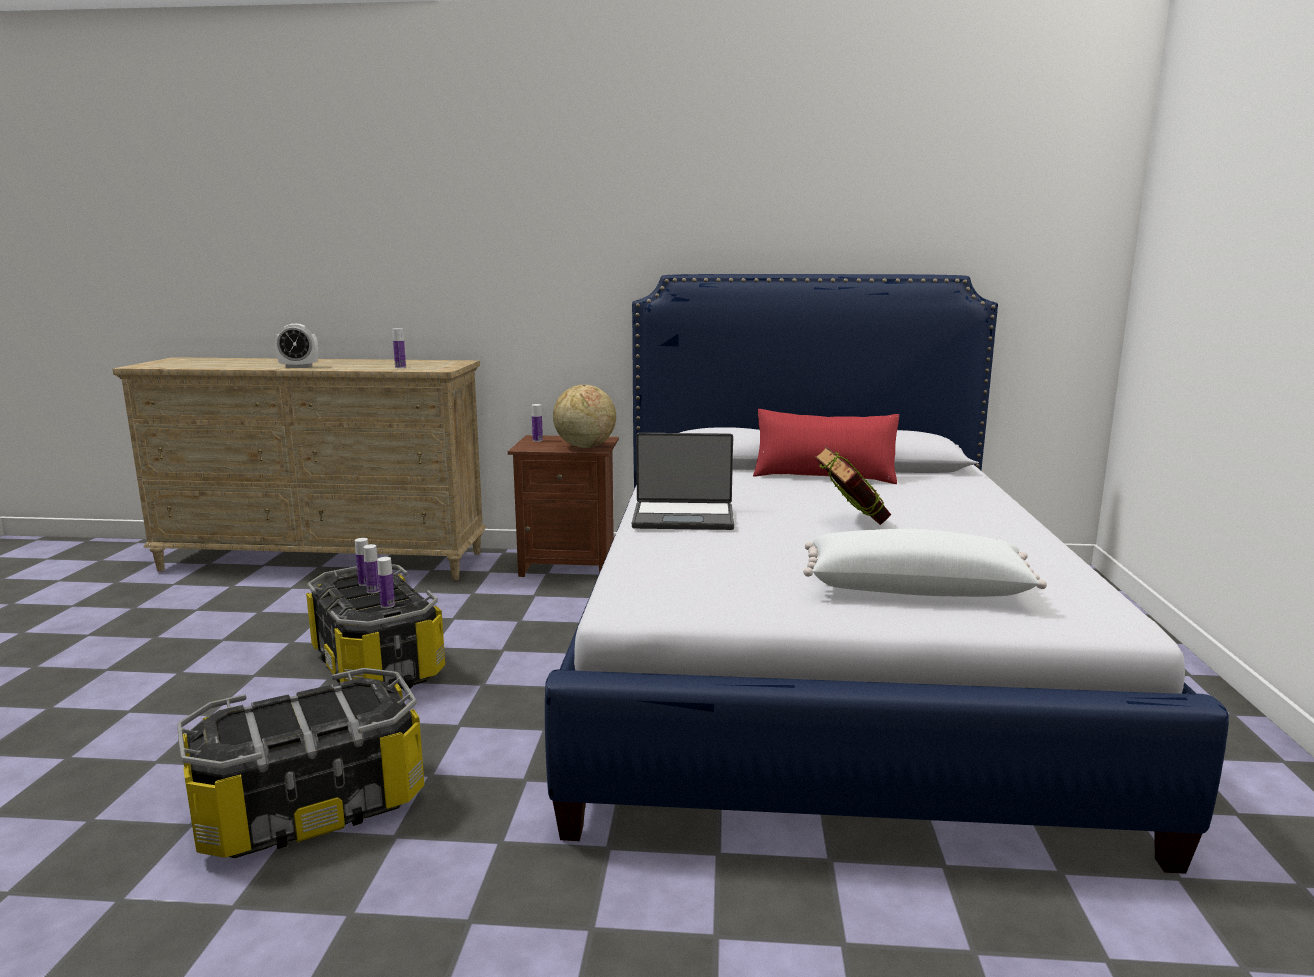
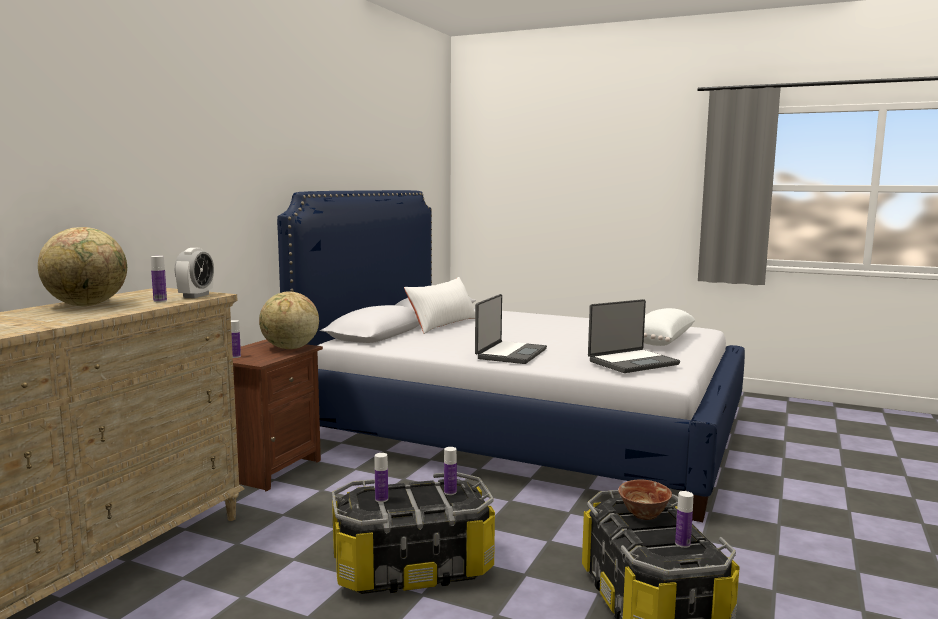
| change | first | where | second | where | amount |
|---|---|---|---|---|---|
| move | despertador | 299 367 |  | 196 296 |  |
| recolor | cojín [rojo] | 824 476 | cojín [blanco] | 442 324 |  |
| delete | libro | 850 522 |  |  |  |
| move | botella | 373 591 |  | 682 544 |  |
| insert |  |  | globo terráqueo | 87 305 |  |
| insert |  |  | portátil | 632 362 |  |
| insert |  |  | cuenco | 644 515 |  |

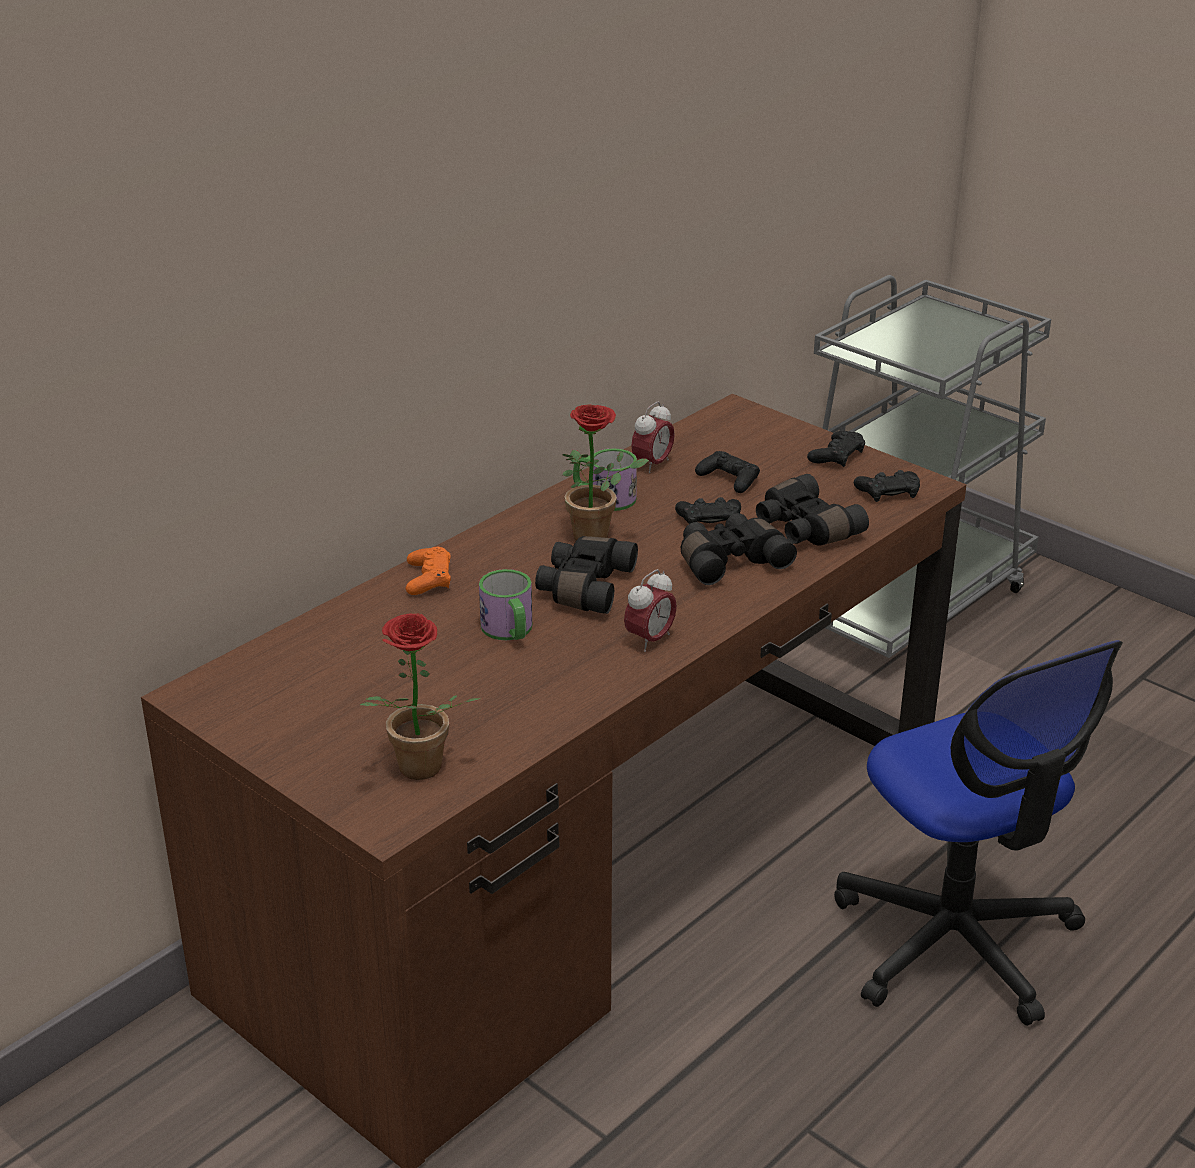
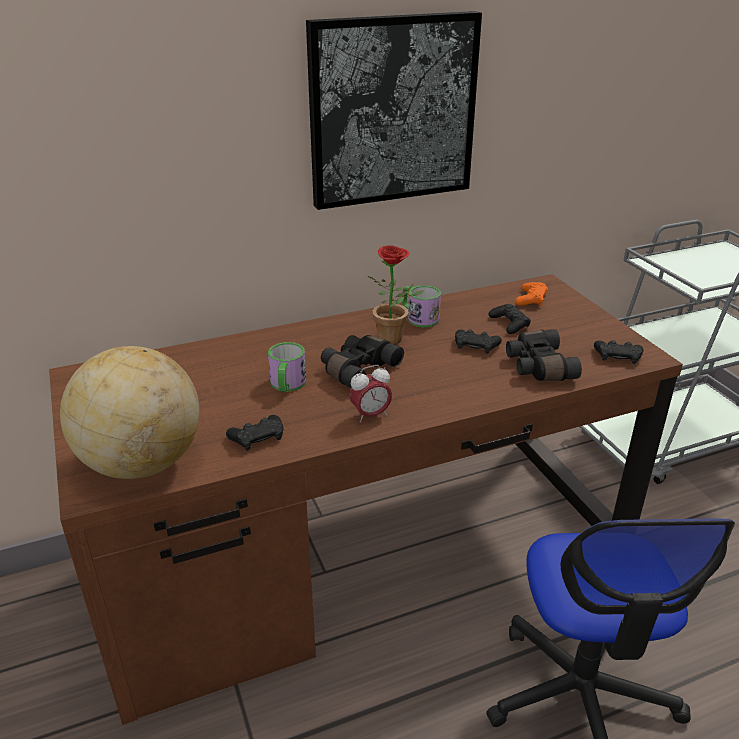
| change | first | where | second | where | amount |
|---|---|---|---|---|---|
| delete | despertador | 652 464 |  |  |  |
| move | mando de consola [negro] | 837 456 |  | 257 437 |  |
| delete | prismáticos [negro] | 730 561 |  |  |  |
| move | mando de consola [naranja] | 428 578 |  | 531 299 |  |
| replace | planta en maceta | 416 772 | globo terráqueo | 142 463 |  |
| insert |  |  | cuadro | 392 110 |  |

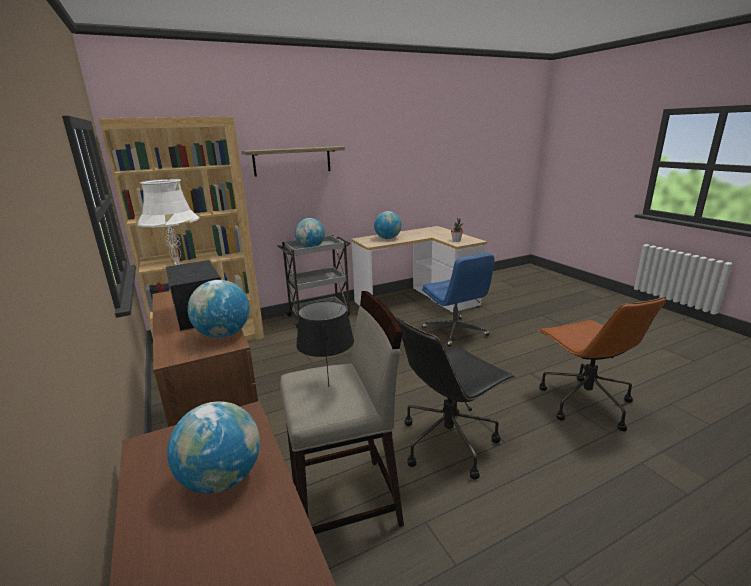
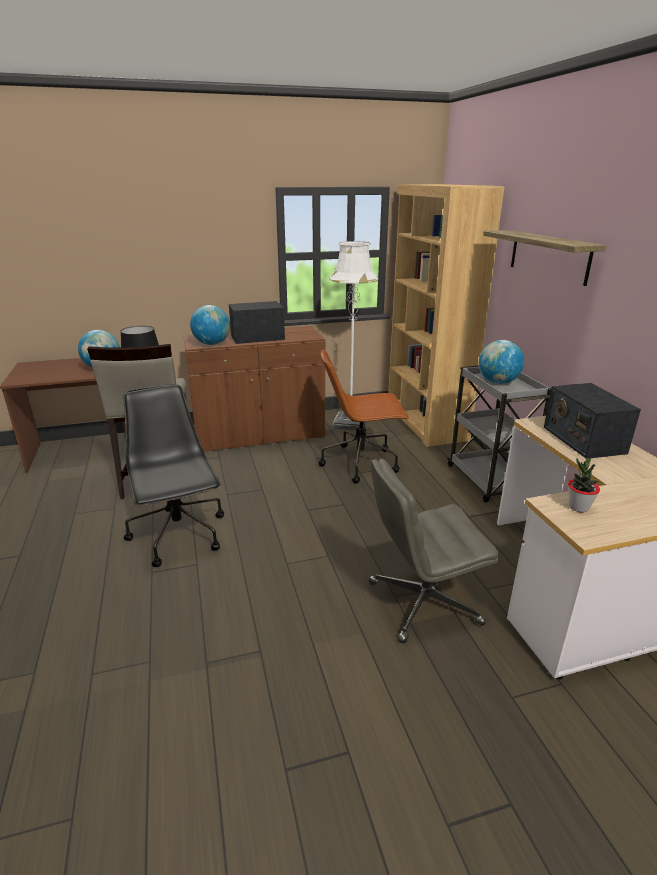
| change | first | where | second | where | amount |
|---|---|---|---|---|---|
| replace | globo terráqueo | 388 238 | radio | 583 439 |  |
| recolor | silla de oficina [azul] | 455 332 | silla de oficina [gris] | 422 603 |  |
| move | silla de oficina [marrón] | 584 402 |  | 361 462 |  |

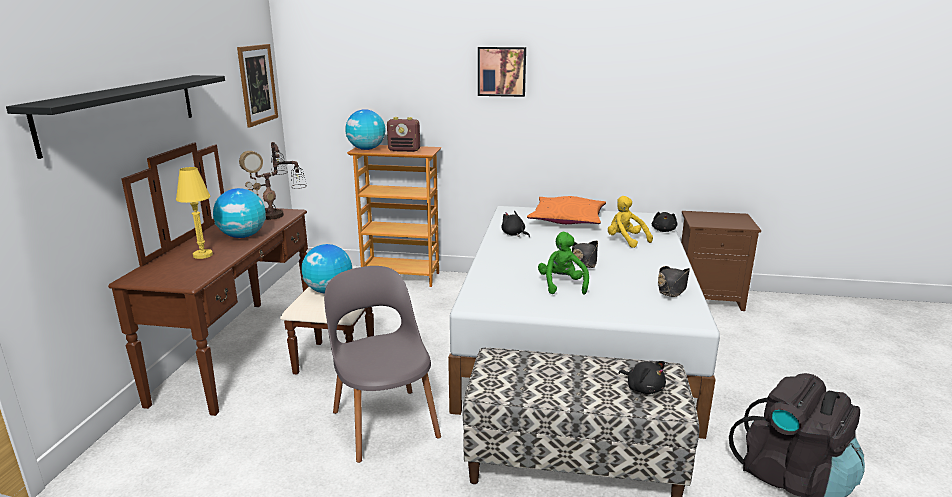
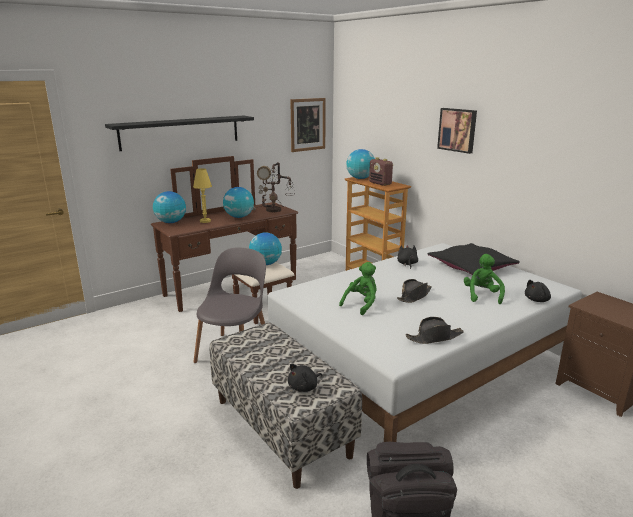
| change | first | where | second | where | amount |
|---|---|---|---|---|---|
| recolor | cojín [naranja] | 567 220 | cojín [negro] | 471 267 |  |
| recolor | peluche [amarillo] | 625 240 | peluche [verde] | 482 295 |  |
| rotate | peluche [negro] | 643 388 |  | 304 387 | 45 degrees clockwise |
| insert |  |  | globo terráqueo | 171 222 |  |

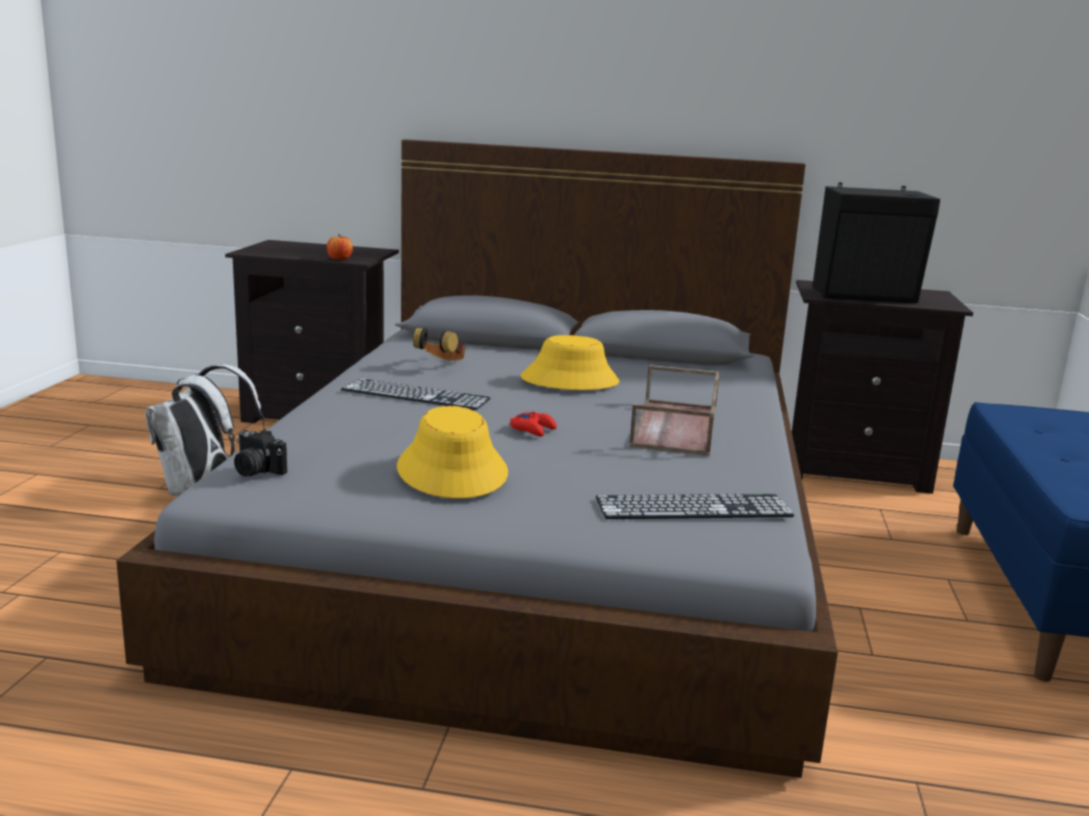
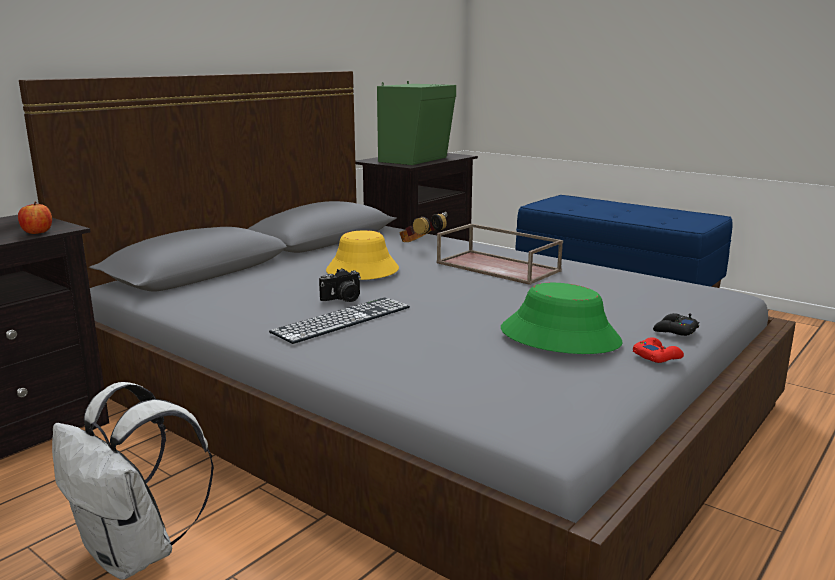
| change | first | where | second | where | amount |
|---|---|---|---|---|---|
| recolor | altavoz [negro] | 867 295 | altavoz [verde] | 417 159 |  |
| move | auriculares | 441 365 |  | 420 245 |  |
| recolor | sombrero [amarillo] | 453 471 | sombrero [verde] | 560 336 |  |
| move | mando de consola [rojo] | 533 429 |  | 657 356 |  |
| move | cámara | 256 470 |  | 343 299 |  |
| delete | teclado | 693 507 |  |  |  |
| insert |  |  | mando de consola [negro] | 674 330 |  |

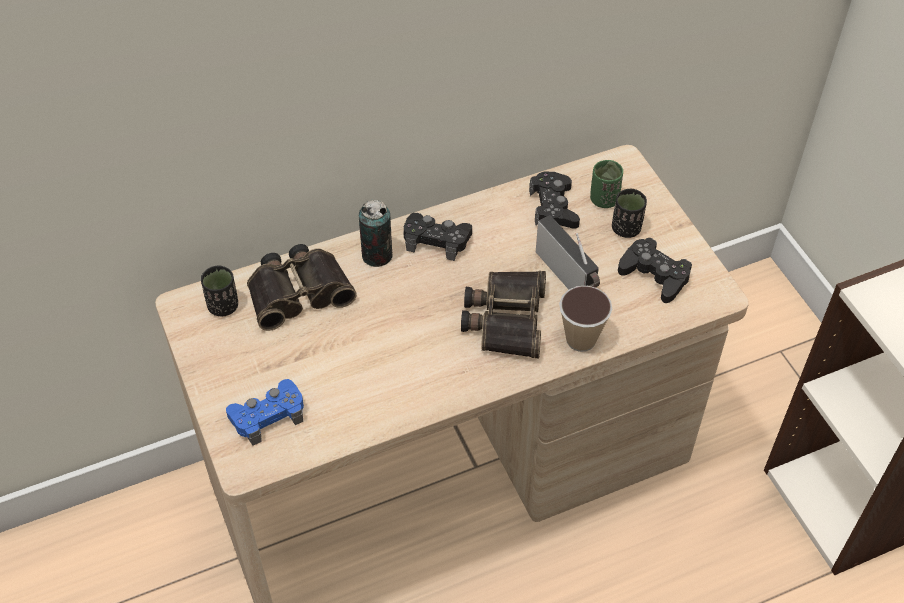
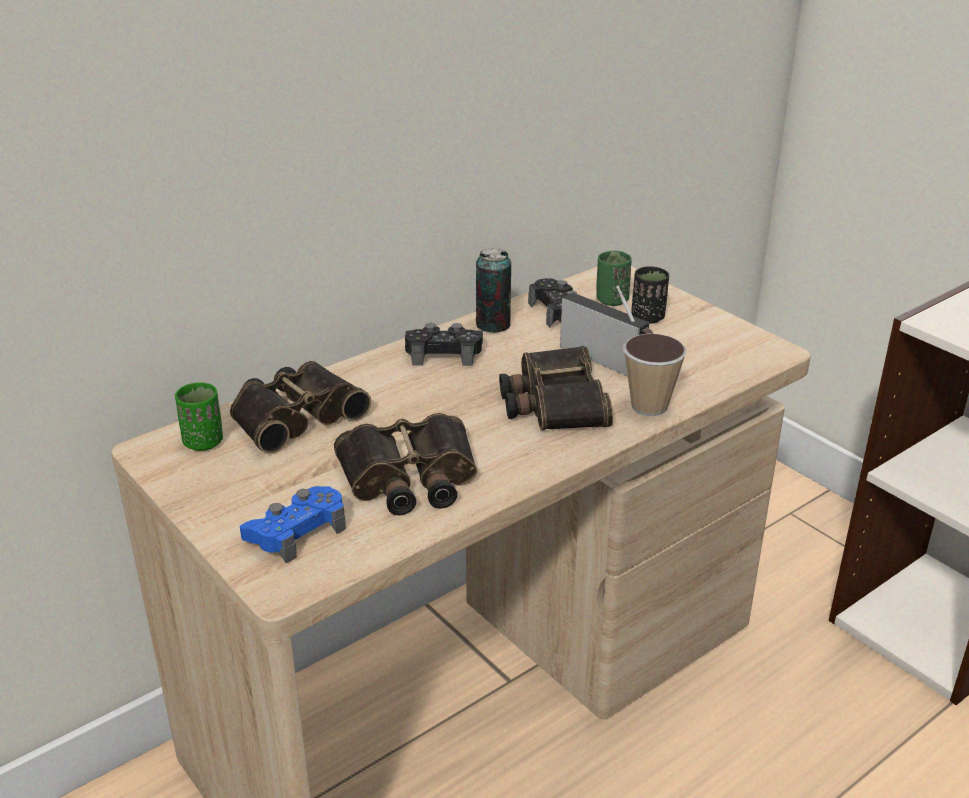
| change | first | where | second | where | amount |
|---|---|---|---|---|---|
| move | lata | 377 255 |  | 493 325 |  |
| delete | mando de consola [negro] | 654 275 |  |  |  |
| recolor | taza [negro] | 223 306 | taza [verde] | 203 442 |  |
| insert |  |  | prismáticos | 409 479 |  |

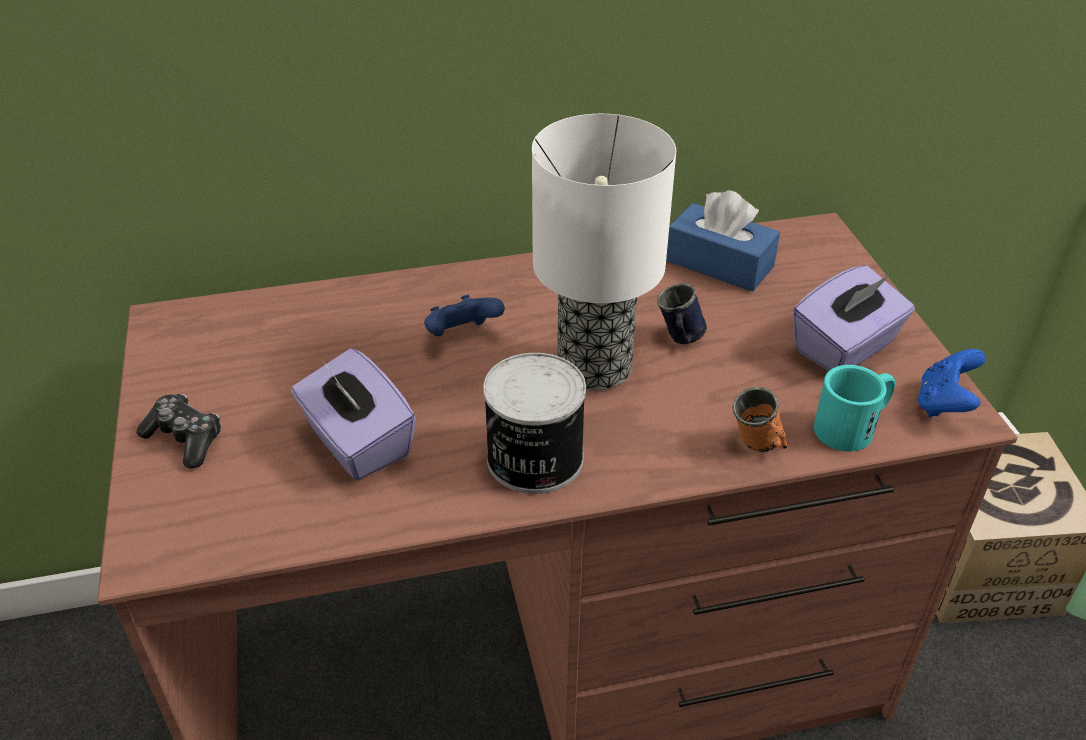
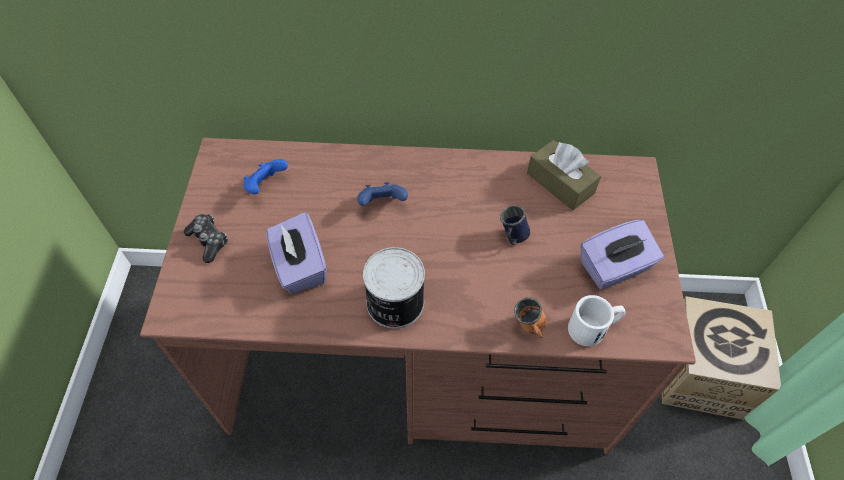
| change | first | where | second | where | amount |
|---|---|---|---|---|---|
| delete | lámpara de mesa | 592 368 |  |  |  |
| recolor | caja de pañuelos [azul] | 719 264 | caja de pañuelos [marrón] | 560 183 |  |
| move | mando de consola [azul] | 944 404 |  | 266 186 |  |
| recolor | taza grande [turquesa] | 853 426 | taza grande [blanco] | 593 328 |  |

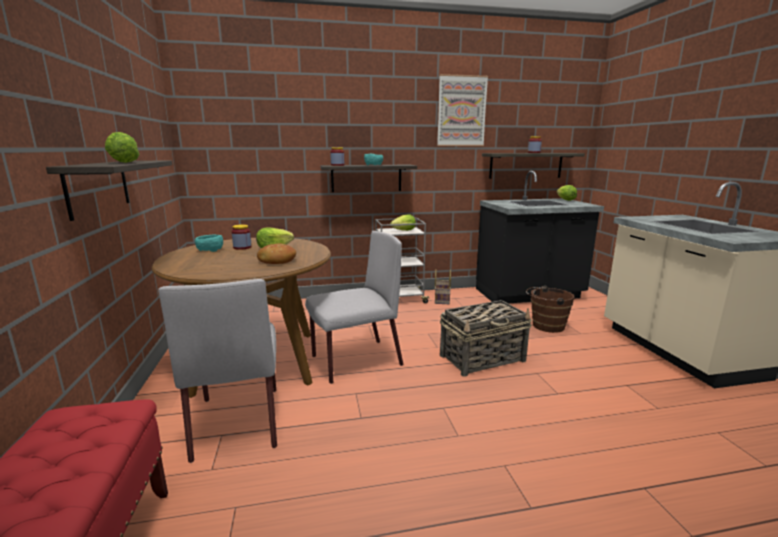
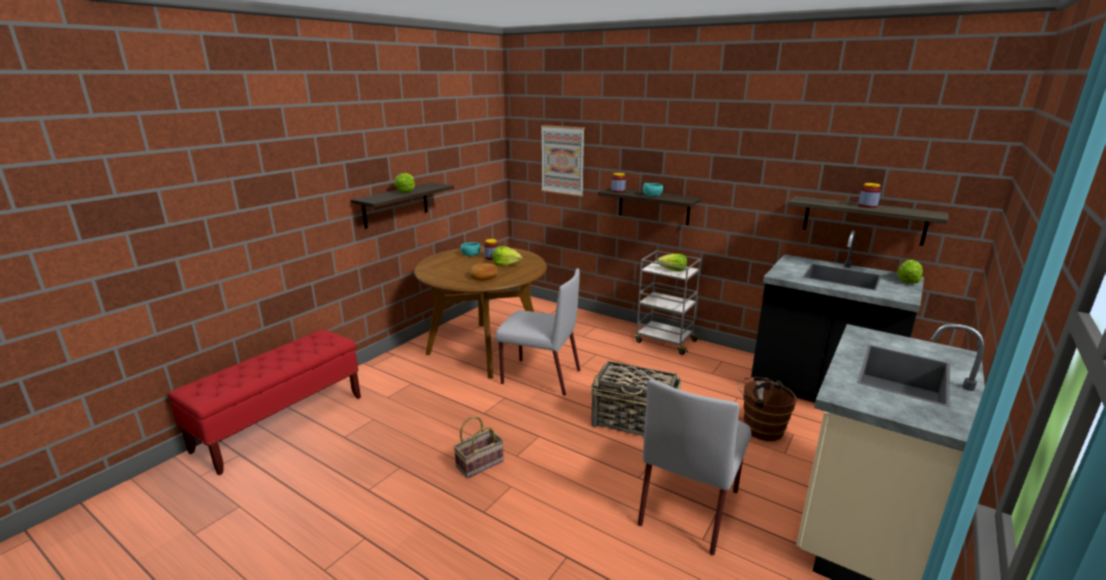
| change | first | where | second | where | amount |
|---|---|---|---|---|---|
| move | cuadro | 461 111 |  | 562 160 |  |
| move | cesta | 441 299 |  | 480 463 |  |
| move | silla [gris] | 237 420 |  | 689 506 |  |

